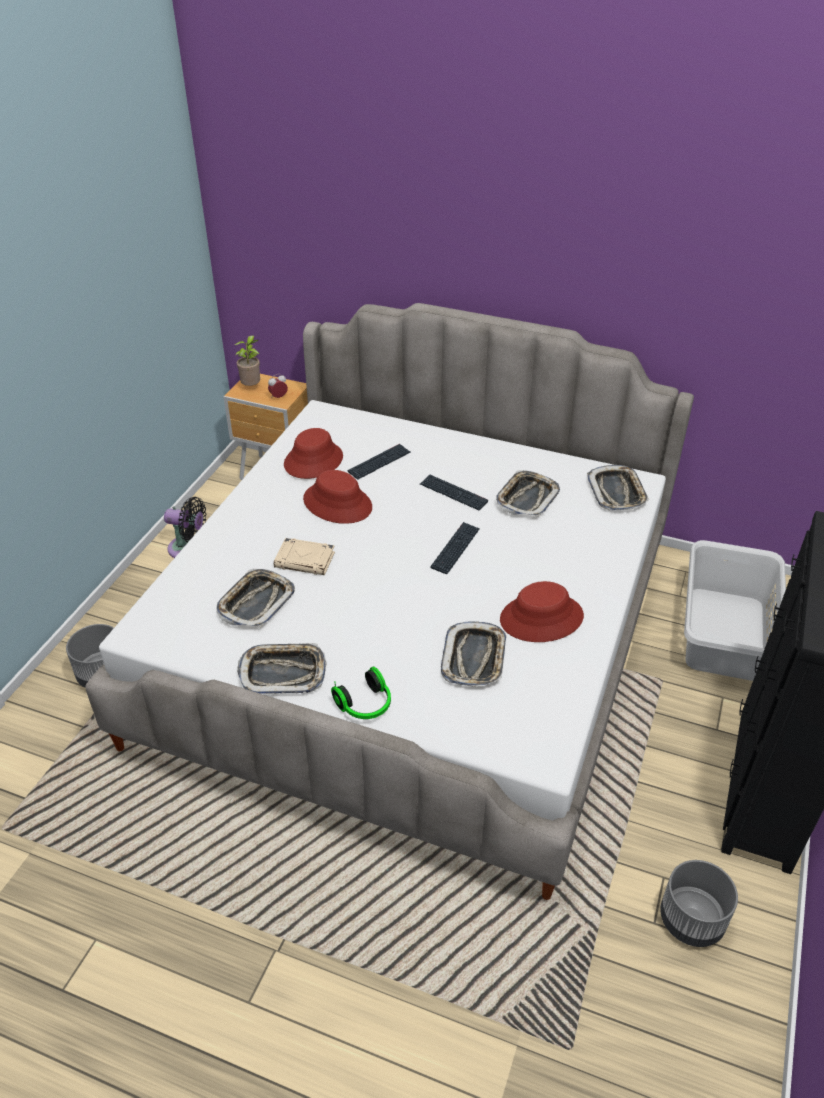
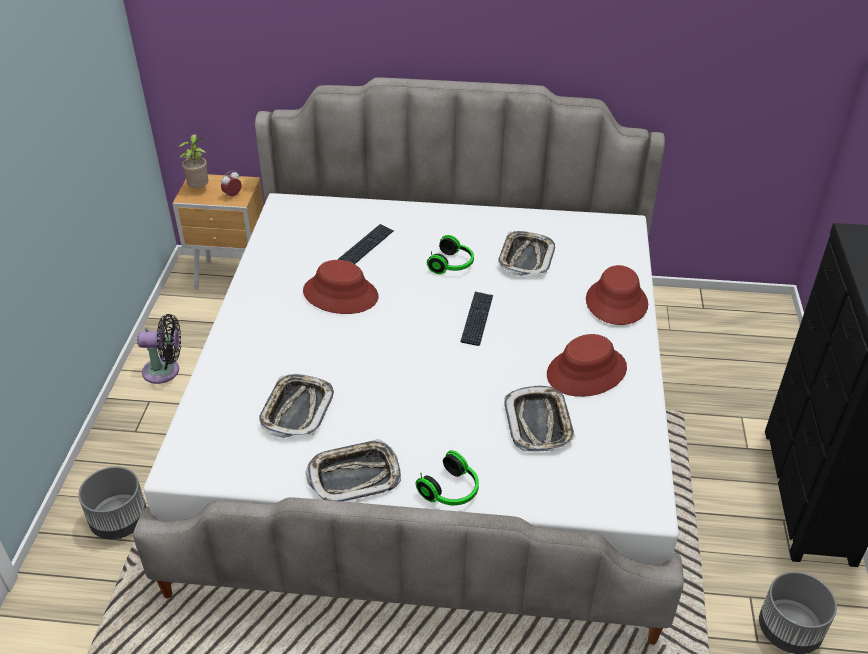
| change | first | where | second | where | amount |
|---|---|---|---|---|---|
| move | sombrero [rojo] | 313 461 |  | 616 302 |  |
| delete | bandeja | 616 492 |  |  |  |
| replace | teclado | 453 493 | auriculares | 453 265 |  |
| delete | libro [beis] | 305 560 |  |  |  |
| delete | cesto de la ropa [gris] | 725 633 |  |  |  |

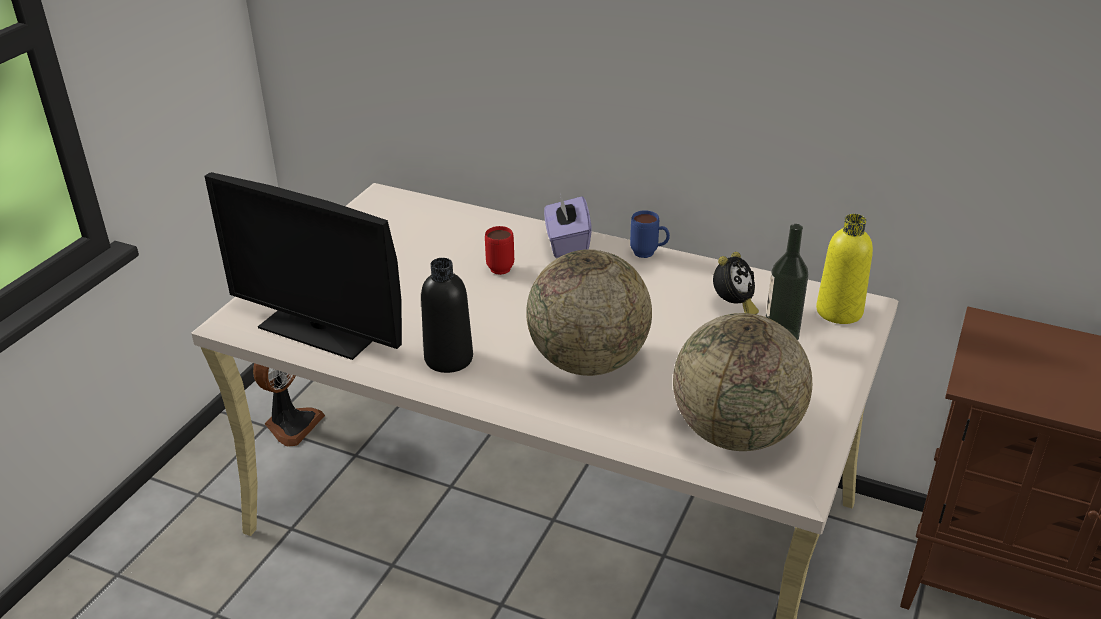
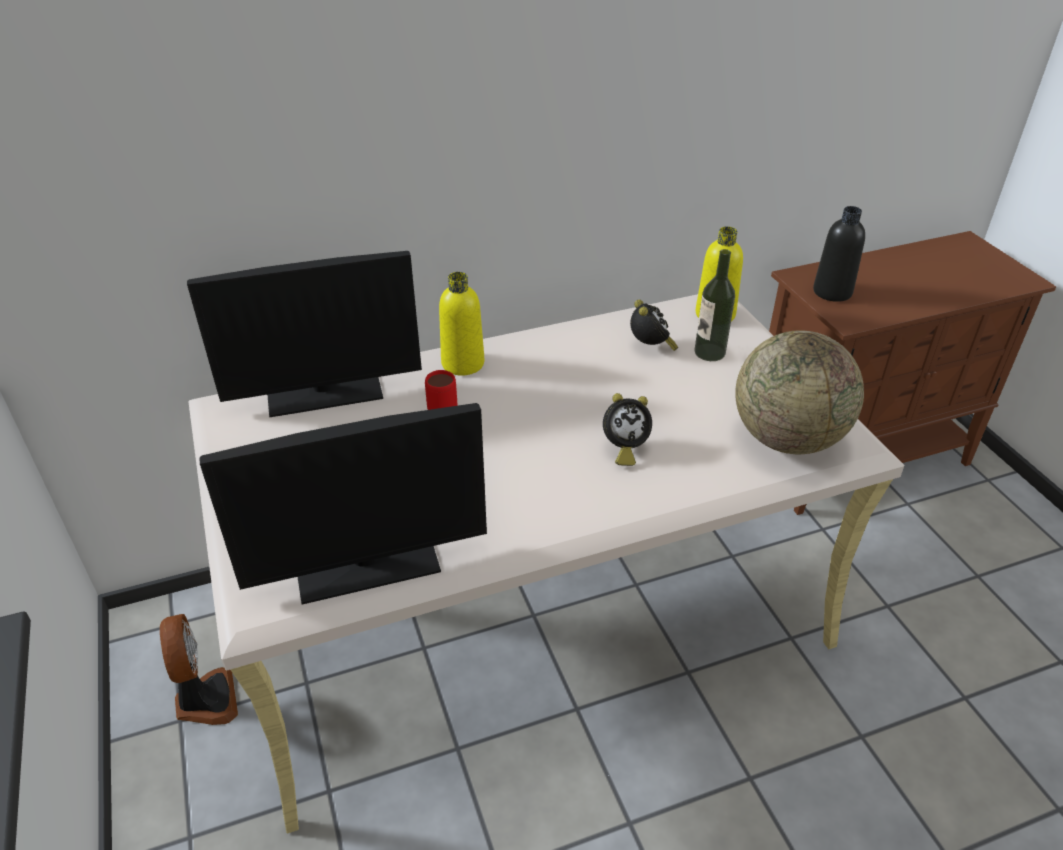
| change | first | where | second | where | amount |
|---|---|---|---|---|---|
| replace | caja de pañuelos [morado] | 567 244 | botella [amarillo] | 463 363 |  |
| delete | taza grande [azul] | 649 254 |  |  |  |
| replace | globo terráqueo | 588 362 | despertador | 623 449 |  |
| move | botella [negro] | 448 358 |  | 832 292 |  |
| insert |  |  | monitor | 324 392 |  |

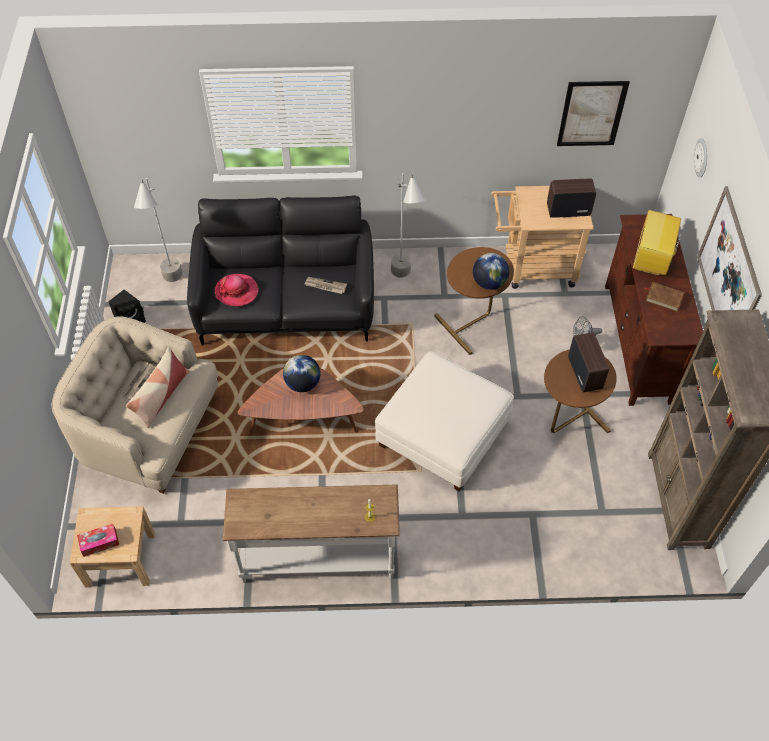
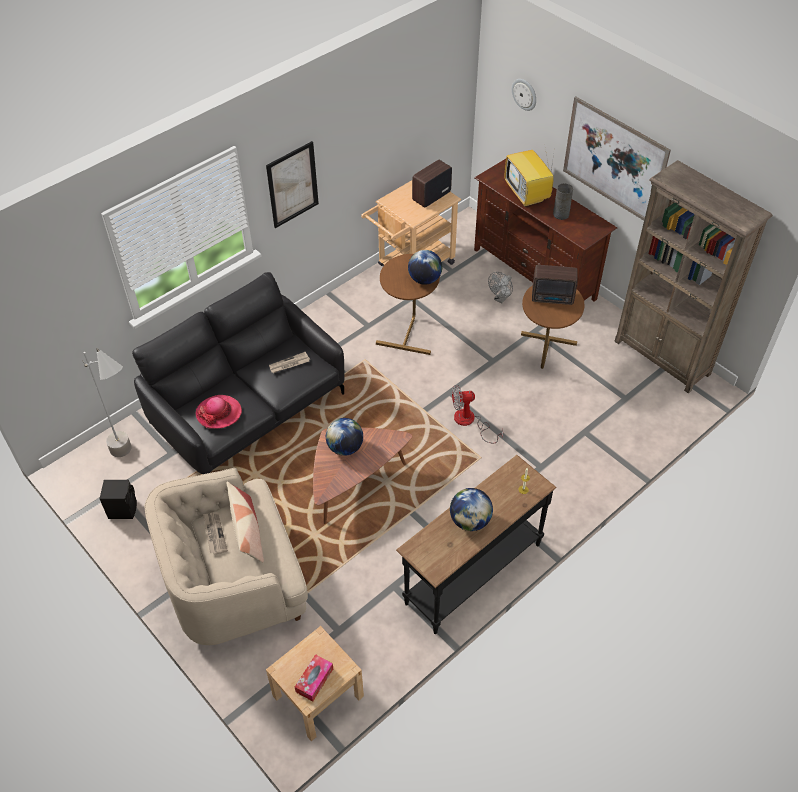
| change | first | where | second | where | amount |
|---|---|---|---|---|---|
| move | cuadro | 591 113 |  | 292 185 |  |
| delete | lámpara de pie [gris] | 405 282 |  |  |  |
| replace | libro [marrón] | 664 298 | florero [gris] | 561 214 |  |
| rotate | radio | 585 372 |  | 553 298 | 150 degrees clockwise |
| replace | puf [blanco] | 443 435 | ventilador | 470 422 |  |
| recolor | mesa consola [blanco] | 317 558 | mesa consola [negro] | 472 572 |  |
| insert |  |  | globo terráqueo | 470 521 |  |

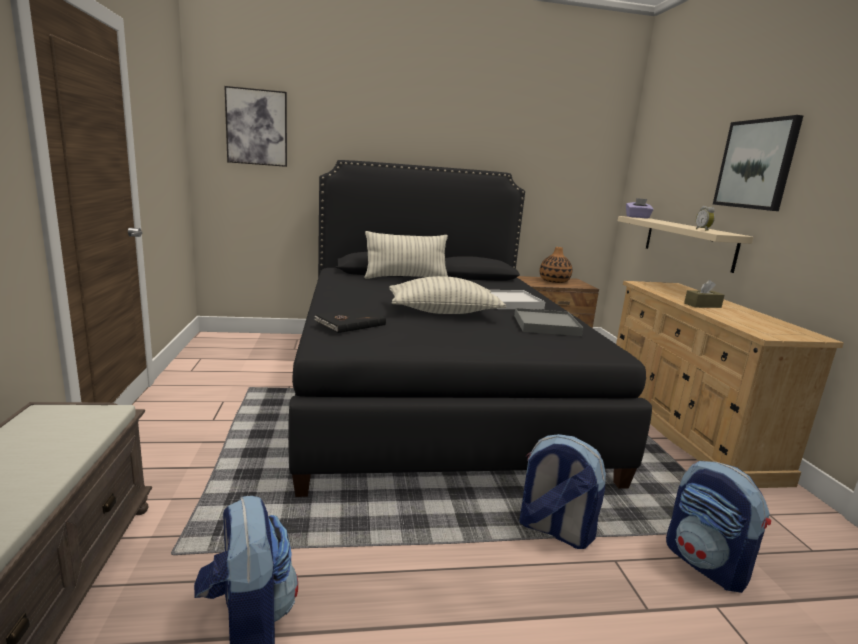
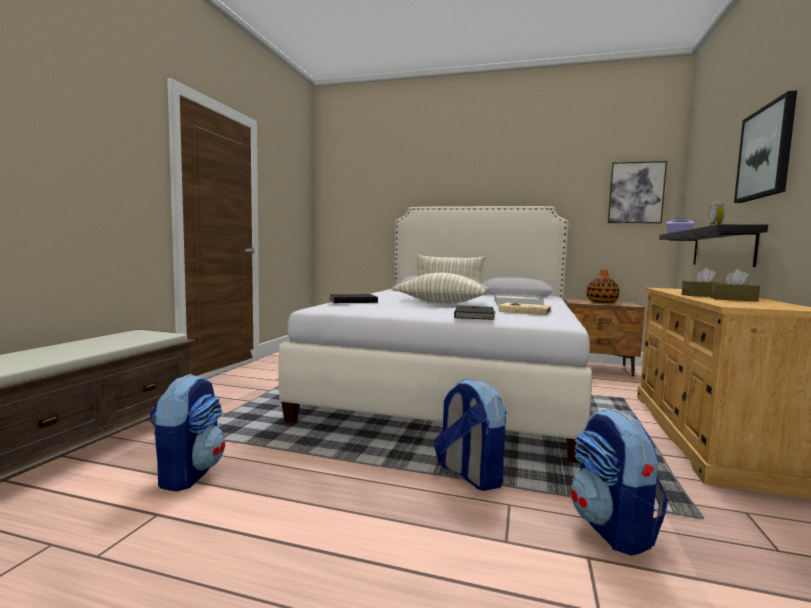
| change | first | where | second | where | amount |
|---|---|---|---|---|---|
| move | cuadro | 257 127 |  | 636 193 |  |
| recolor | cama [negro] | 433 392 | cama [blanco] | 453 383 |  |
| recolor | estante [beis] | 688 242 | estante [negro] | 722 248 |  |
| replace | bandeja [gris] | 546 325 | libro [beis] | 524 311 |  |
| insert |  |  | caja de pañuelos [marrón] | 733 299 |  |
| insert |  |  | libro [negro] | 475 315 |  |

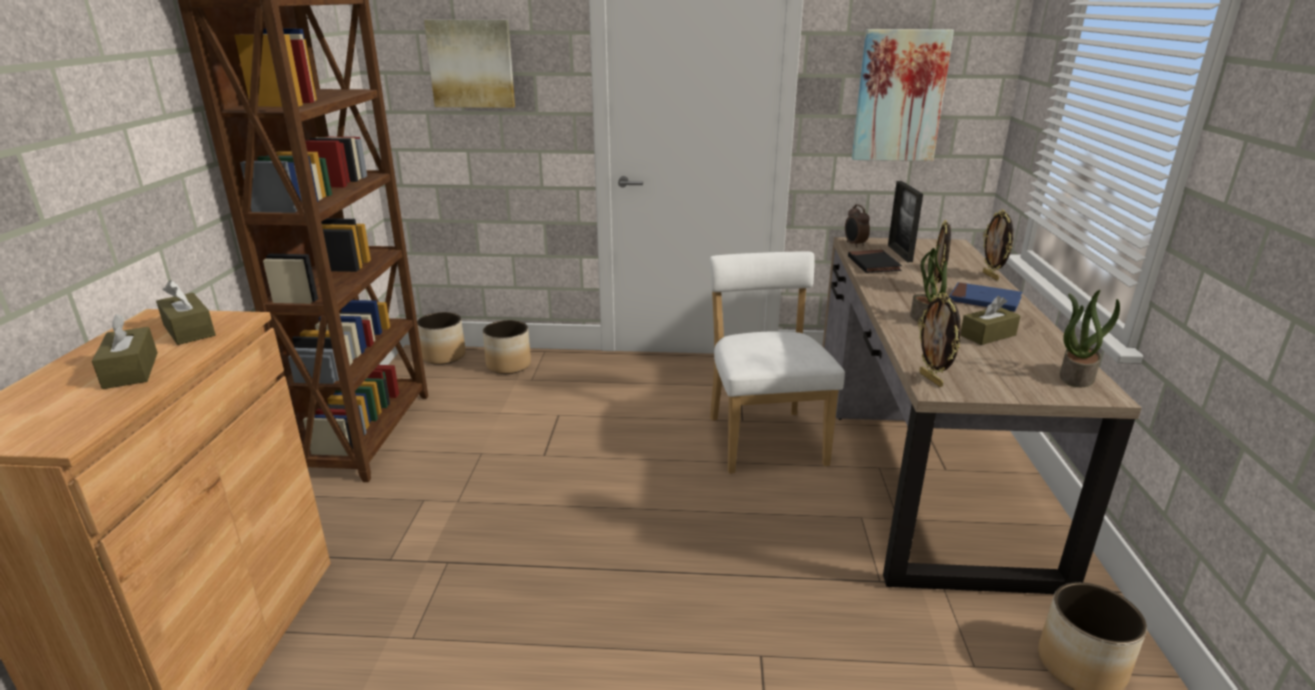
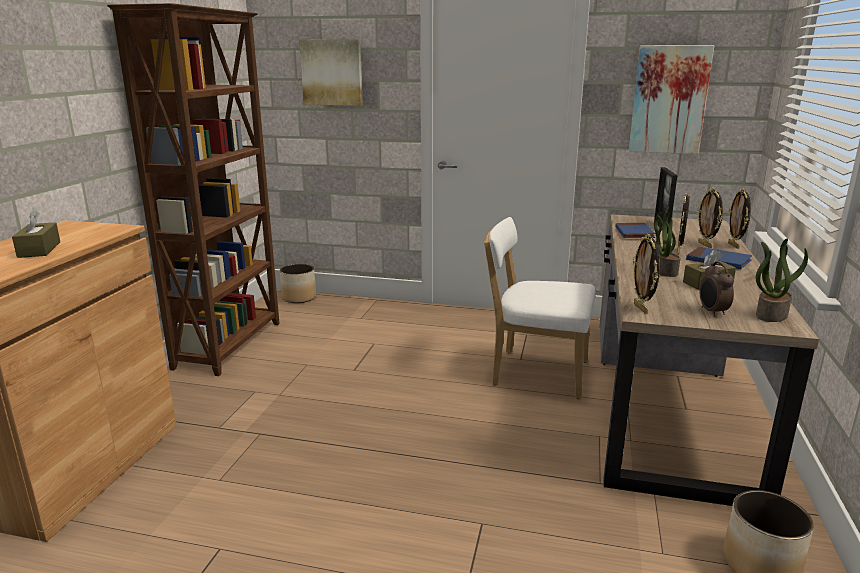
| change | first | where | second | where | amount |
|---|---|---|---|---|---|
| move | despertador | 854 244 |  | 712 312 |  |
| recolor | libro [negro] | 873 264 | libro [azul] | 634 233 |  |
| rotate | silla [blanco] | 764 438 |  | 535 372 | 75 degrees counterclockwise |
| delete | caja de pañuelos [marrón] | 189 330 |  |  |  |
| delete | maceta | 508 365 |  |  |  |
| insert |  |  | portarretratos | 705 245 |  |

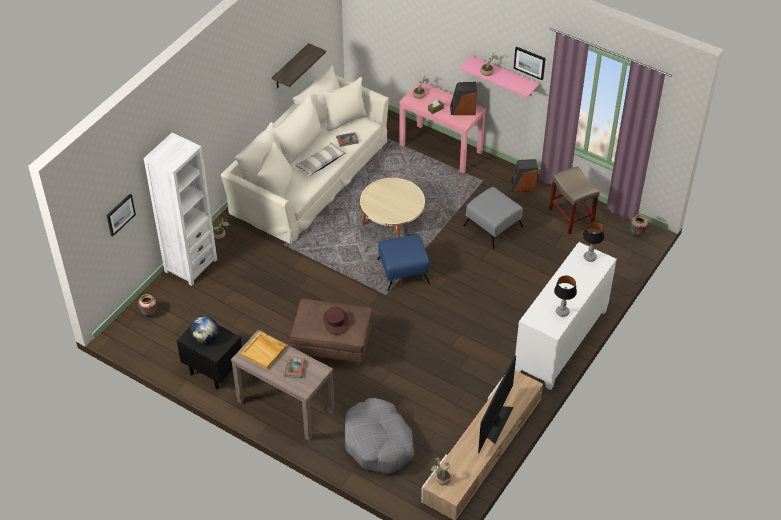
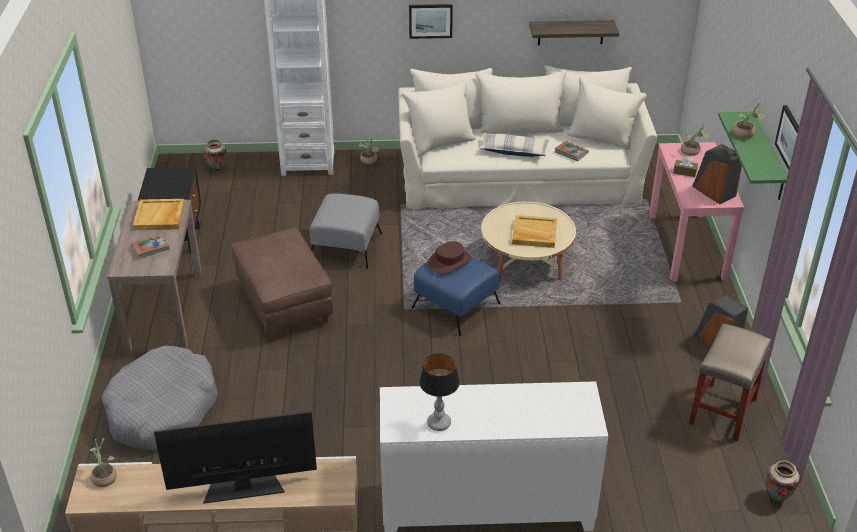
| change | first | where | second | where | amount |
|---|---|---|---|---|---|
| recolor | estante [rosa] | 504 76 | estante [verde] | 768 157 |  |
| move | puf [gris] | 493 226 |  | 345 247 |  |
| move | cuadro | 120 214 |  | 430 20 |  |
| delete | lámpara de mesa | 590 257 |  |  |  |
| move | sombrero [marrón] | 335 322 |  | 449 261 |  |
| delete | globo terráqueo | 206 338 |  |  |  |
| insert |  |  | bandeja [beis] | 534 233 |  |

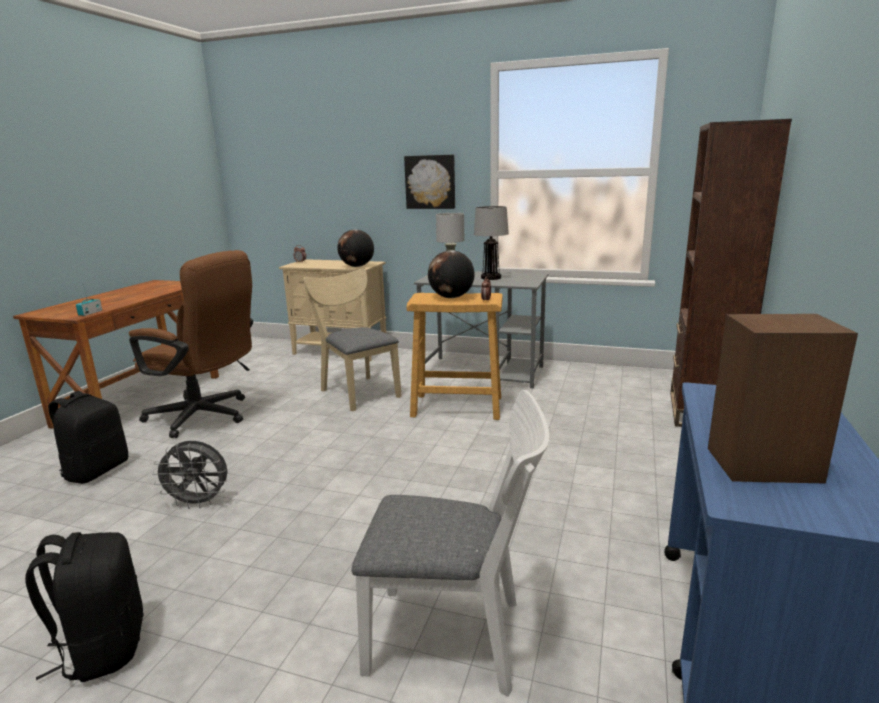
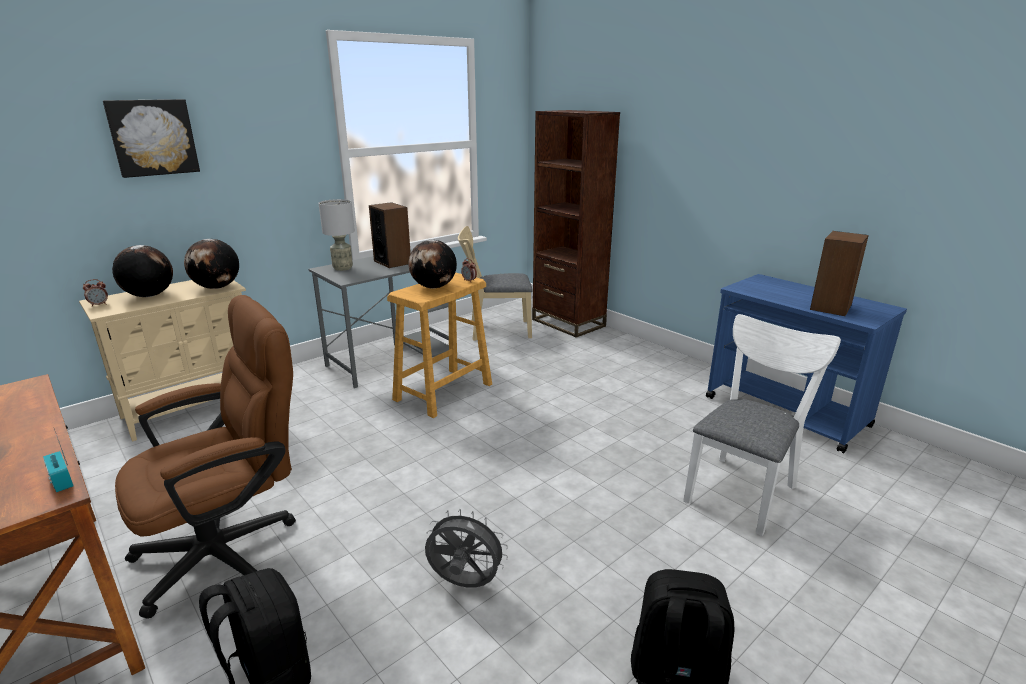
| change | first | where | second | where | amount |
|---|---|---|---|---|---|
| move | cuadro | 430 182 |  | 153 137 |  |
| replace | lámpara de mesa | 491 278 | altavoz | 392 262 |  |
| move | silla [beis] | 357 391 |  | 495 330 |  |
| rotate | ventilador [gris] | 199 503 |  | 464 584 | 105 degrees counterclockwise |
| insert |  |  | globo terráqueo | 149 296 |  |

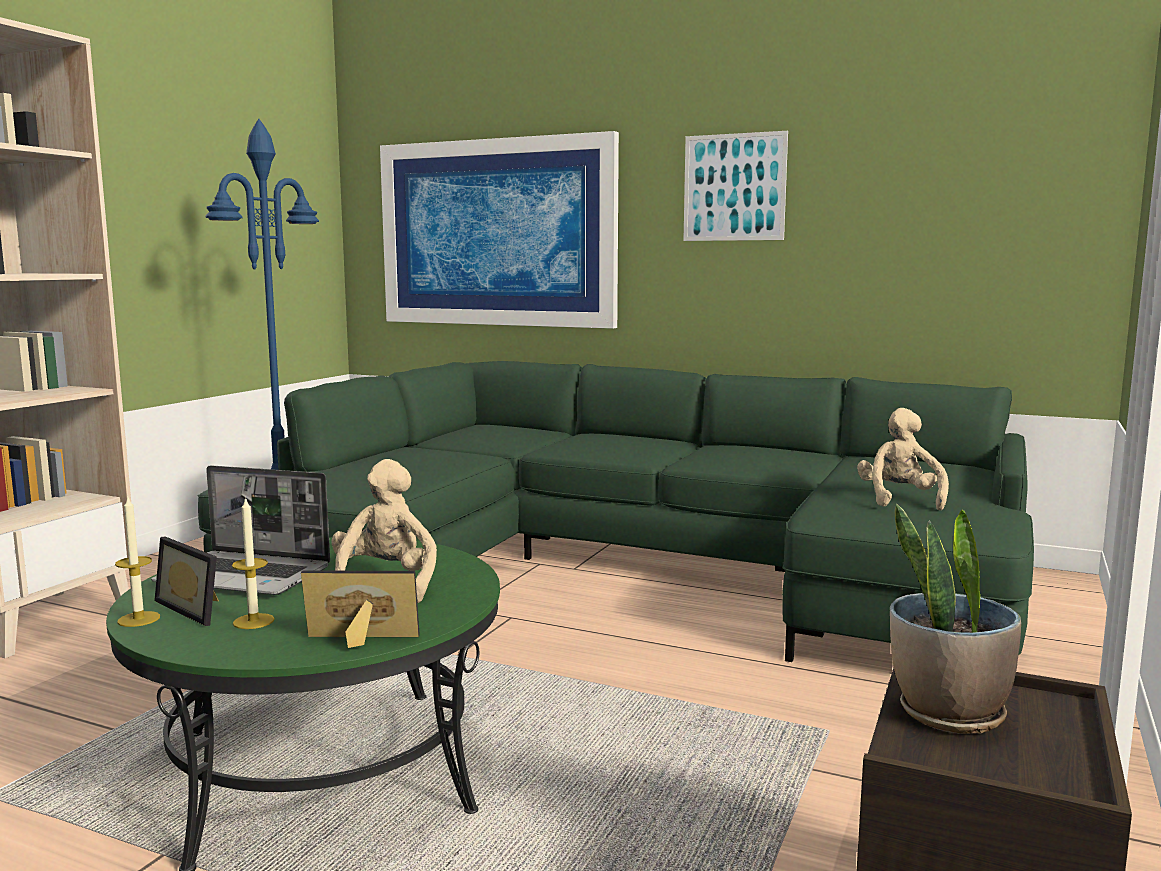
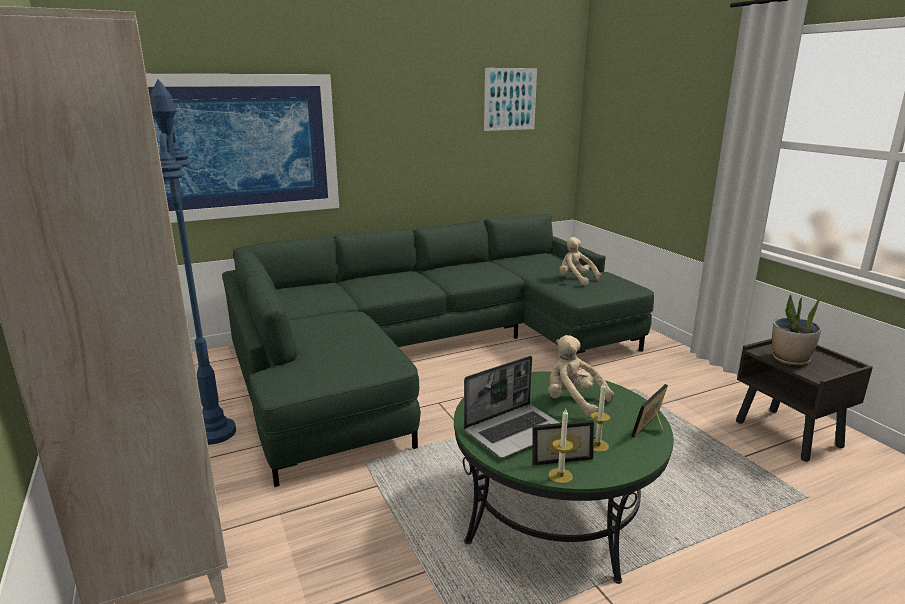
| change | first | where | second | where | amount |
|---|---|---|---|---|---|
| move | cuadro | 734 187 |  | 510 99 |  |

